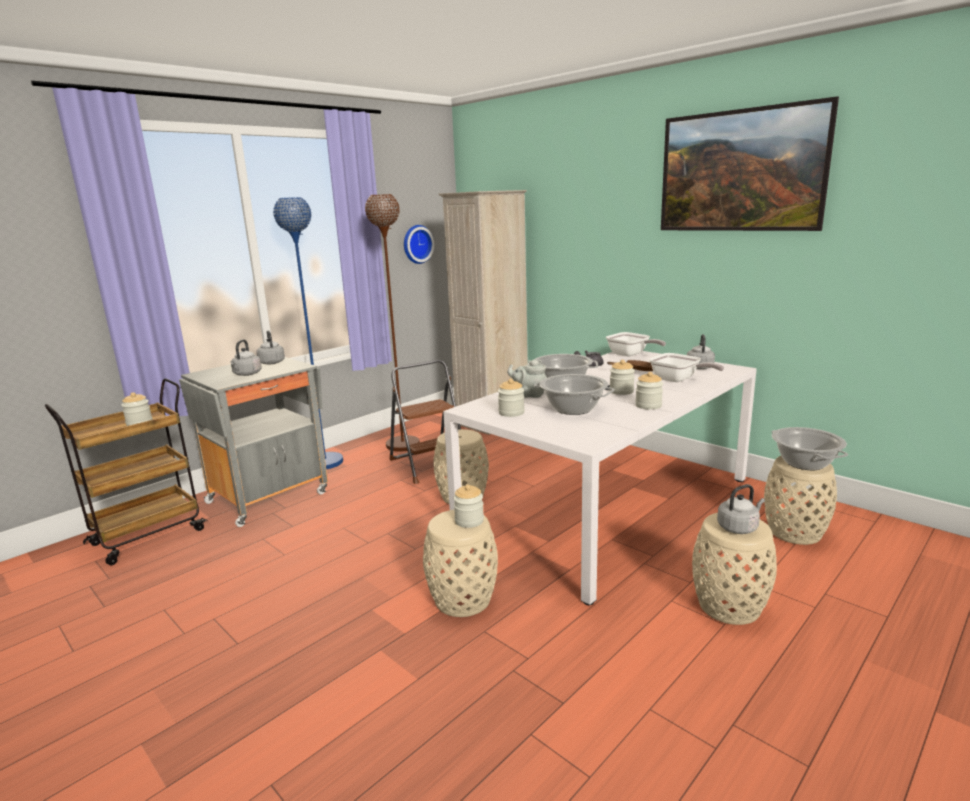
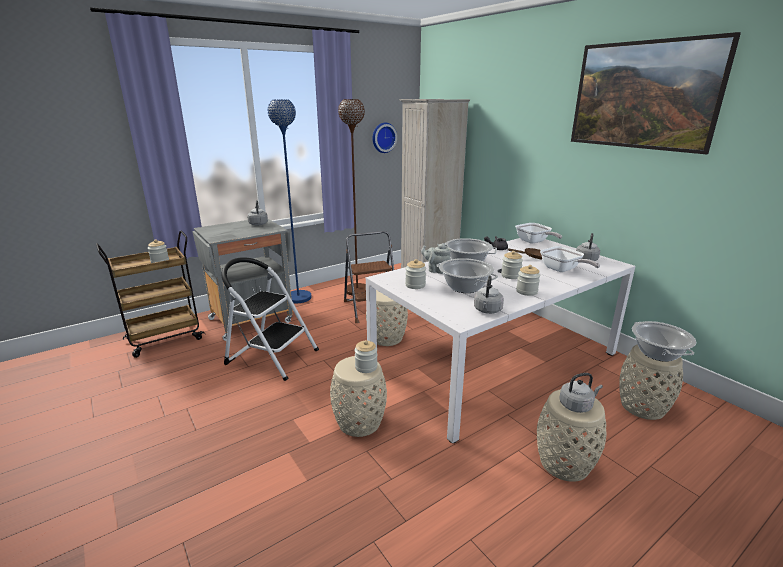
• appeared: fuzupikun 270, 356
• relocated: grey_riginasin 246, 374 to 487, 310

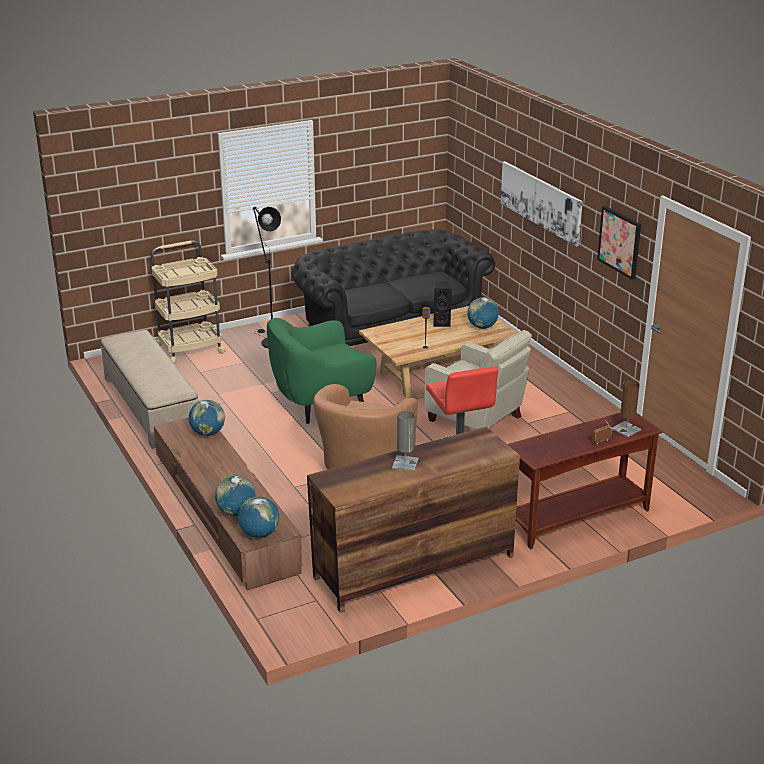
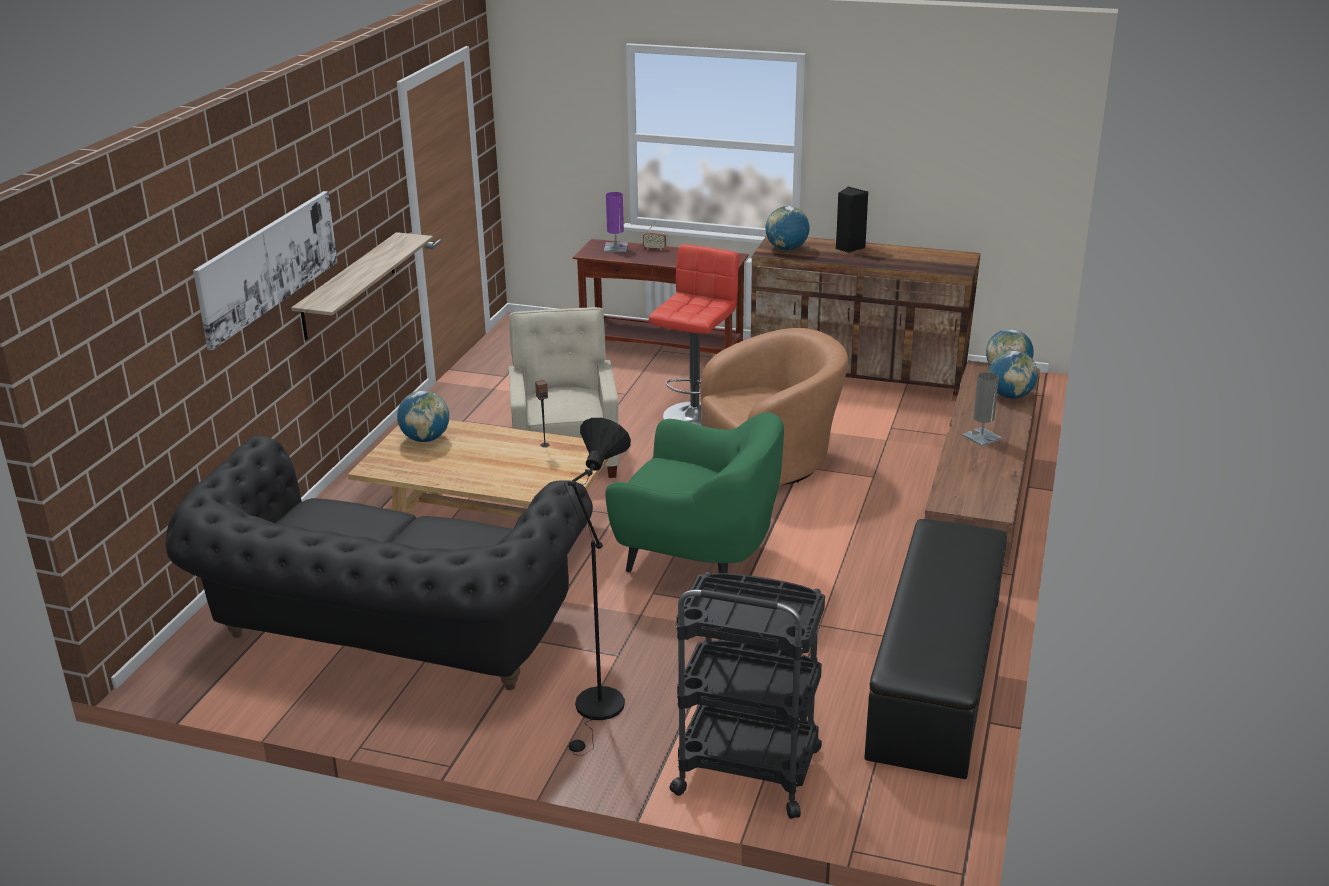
• missing: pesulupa 620, 242
• appeared: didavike 349, 285
• relocated: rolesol 208, 433 to 786, 249
• relocated: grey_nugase 405, 463 to 981, 437
• relocated: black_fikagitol 441, 323 to 848, 247
• colour: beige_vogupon 150, 406 to black_vogupon 937, 674
• colour: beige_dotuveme 190, 349 to black_dotuveme 748, 770
• colour: brown_nugase 626, 429 to purple_nugase 615, 248

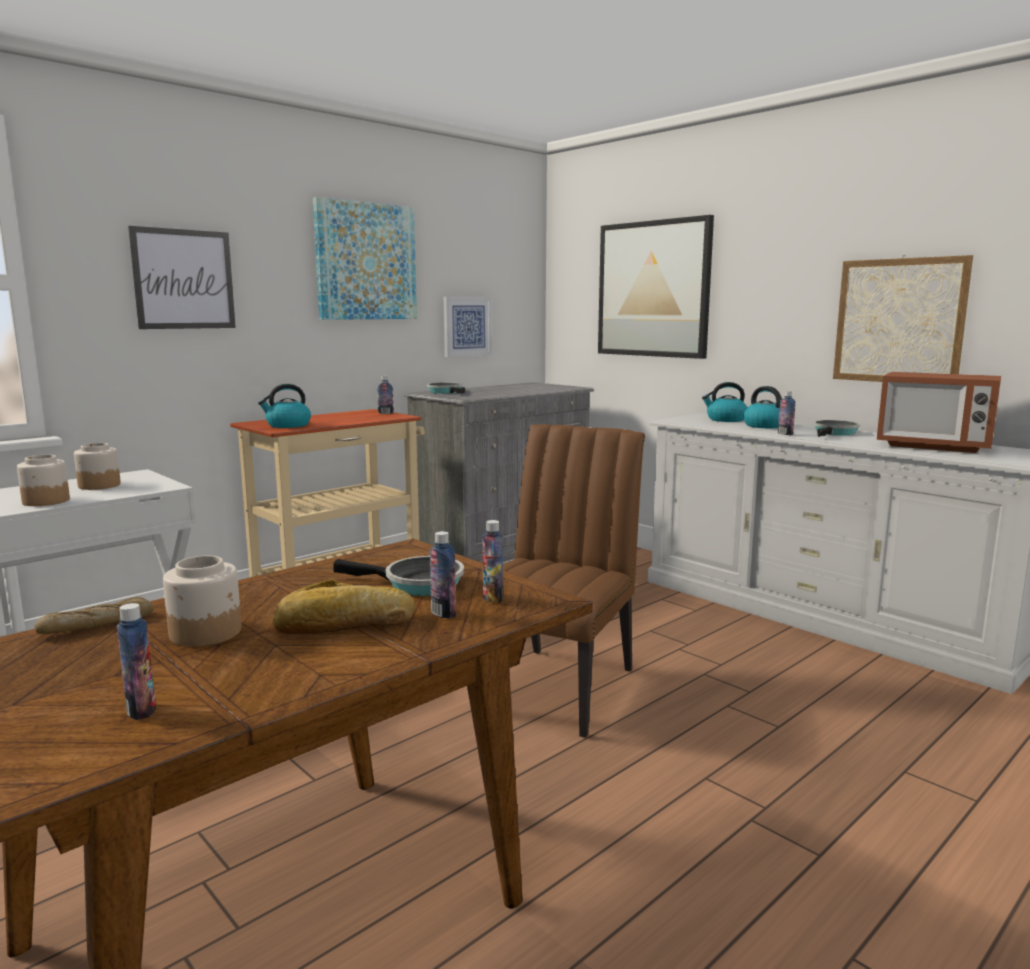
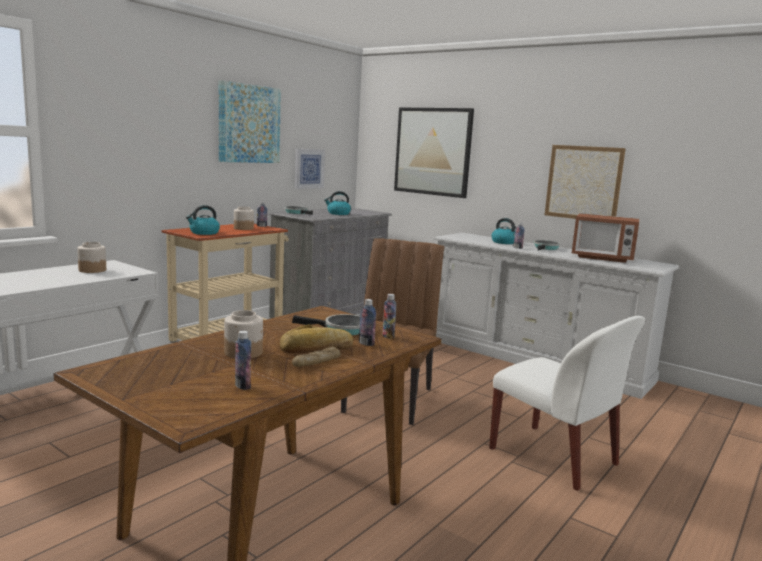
• missing: pesulupa 184, 279
• appeared: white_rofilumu 555, 458
• relocated: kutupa 45, 501 to 243, 228
• relocated: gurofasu 97, 625 to 316, 362
• relocated: riginasin 725, 420 to 338, 213

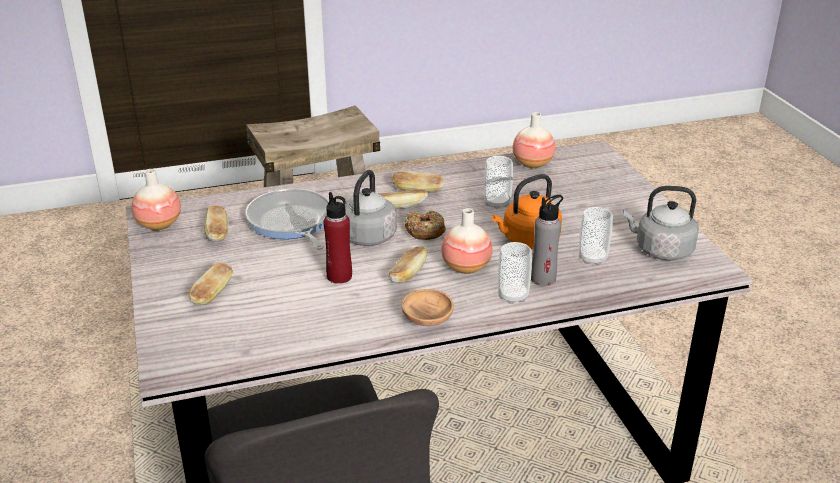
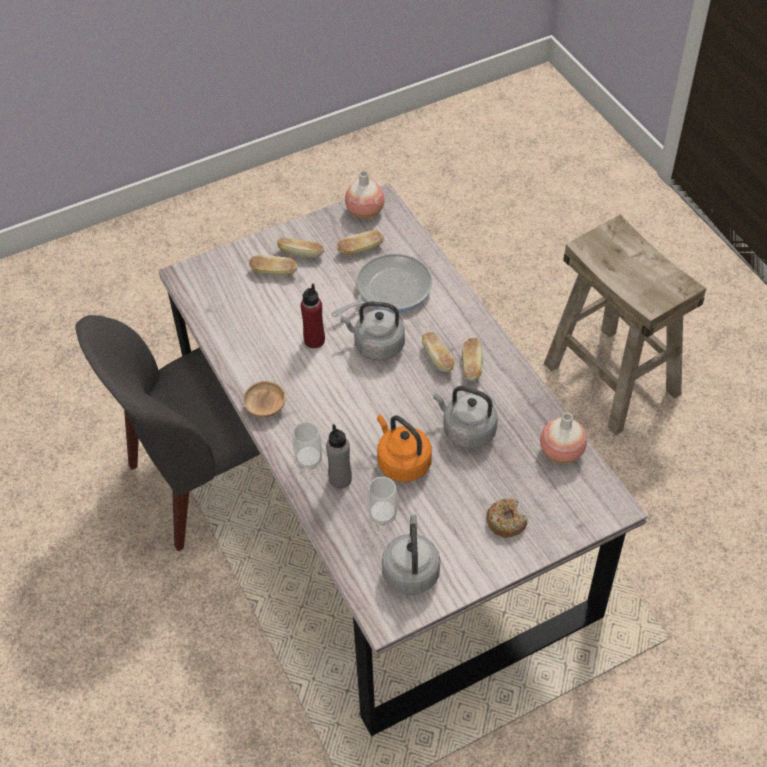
• missing: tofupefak 466, 267
• relocated: gurofasu 407, 275 to 301, 254
• relocated: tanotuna 425, 231 to 506, 521
• exchanged: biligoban 497, 203 to grey_riginasin 466, 430

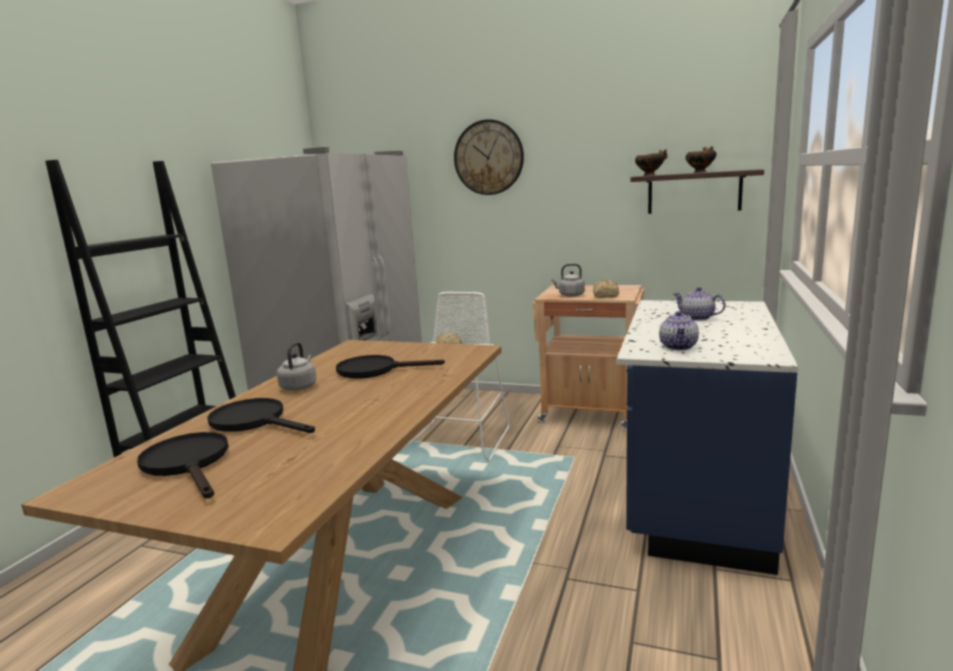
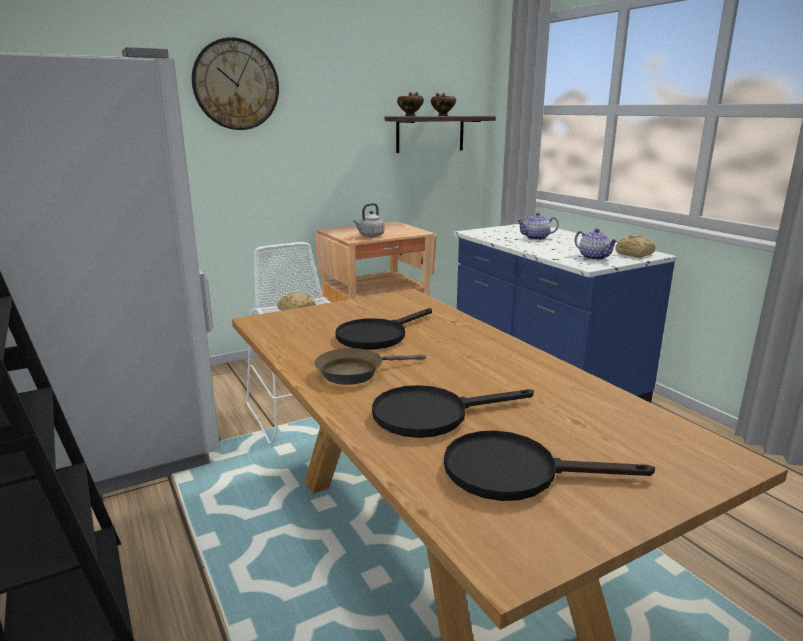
• relocated: gurofasu 605, 296 to 634, 254
• exchanged: grey_riginasin 299, 386 to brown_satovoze 355, 372

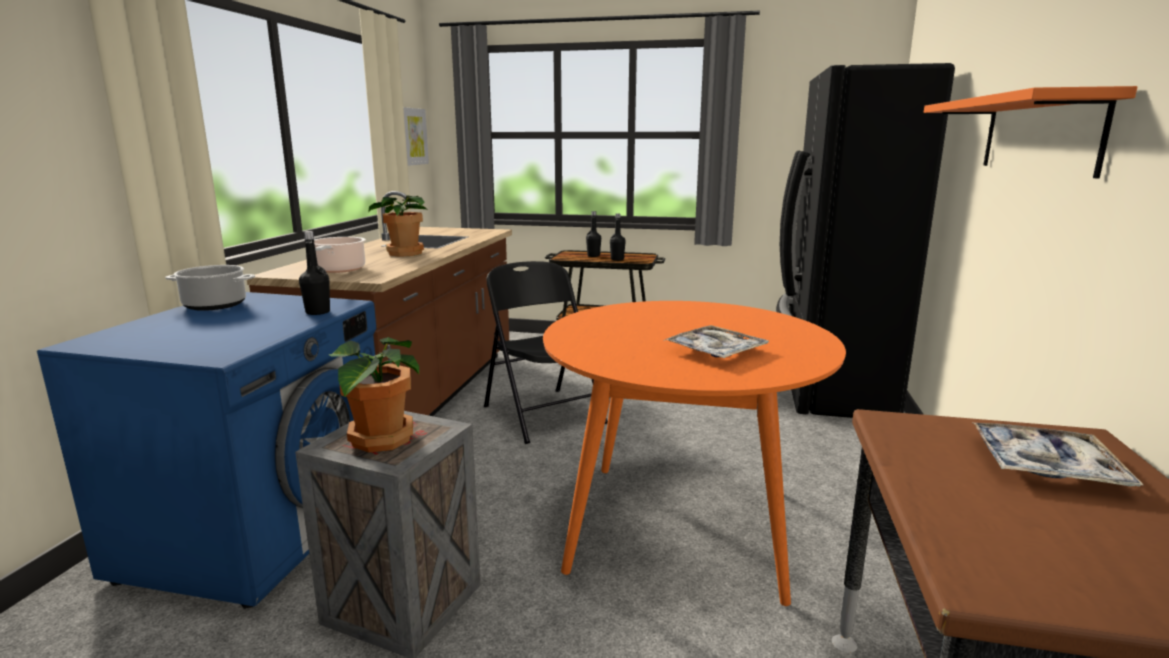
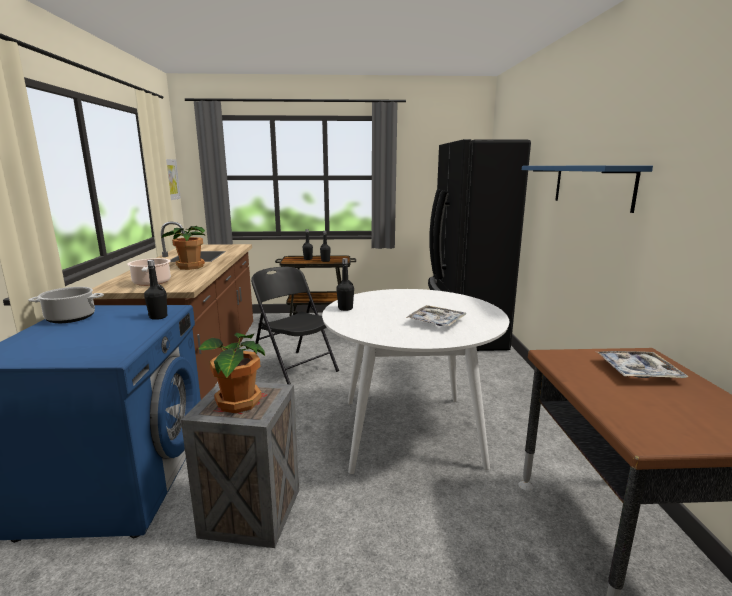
• appeared: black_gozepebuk 345, 308
• colour: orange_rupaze 680, 527 to white_rupaze 409, 432
• colour: orange_didavike 1038, 134 to blue_didavike 591, 186

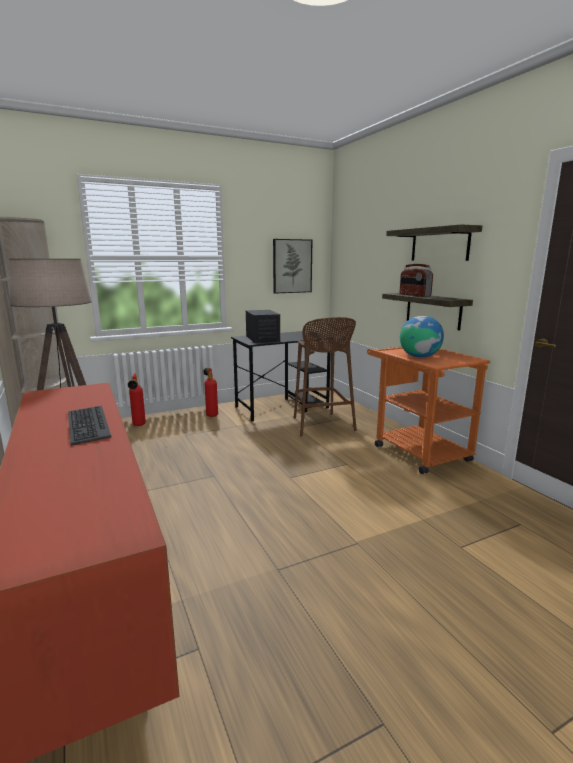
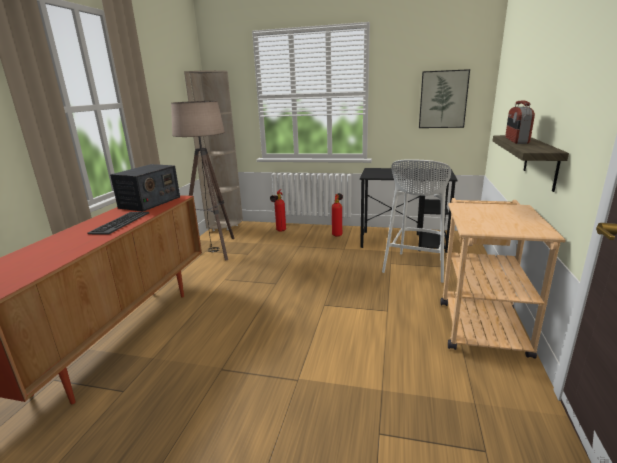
• missing: didavike 439, 244
• missing: rolesol 419, 356
• relocated: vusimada 262, 338 to 150, 202
• colour: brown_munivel 321, 425 to white_munivel 416, 267
• colour: orange_dotuveme 415, 450 to beige_dotuveme 480, 322

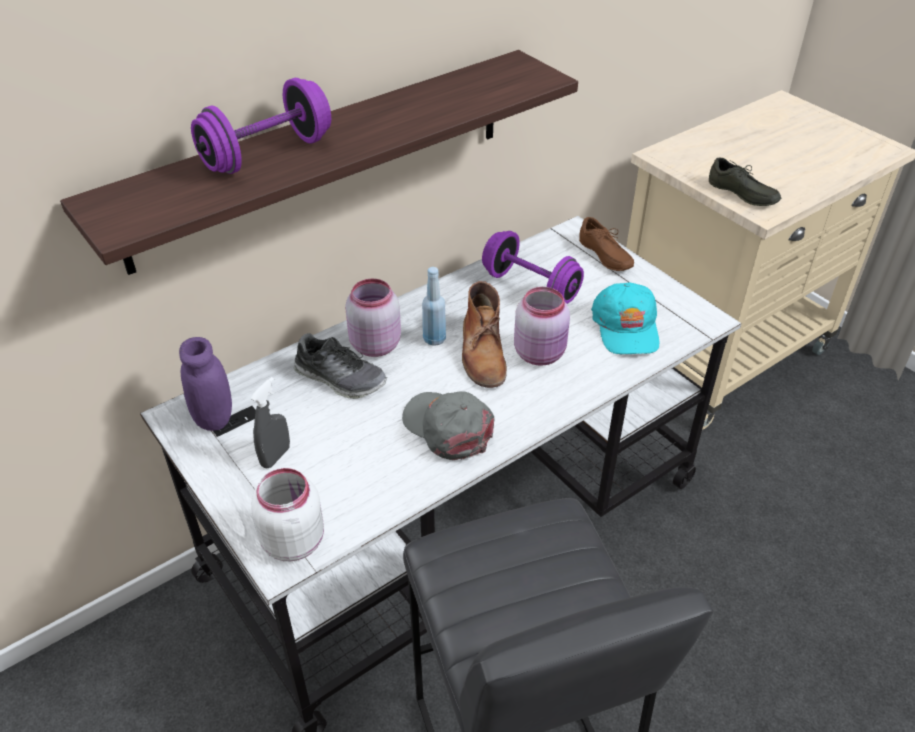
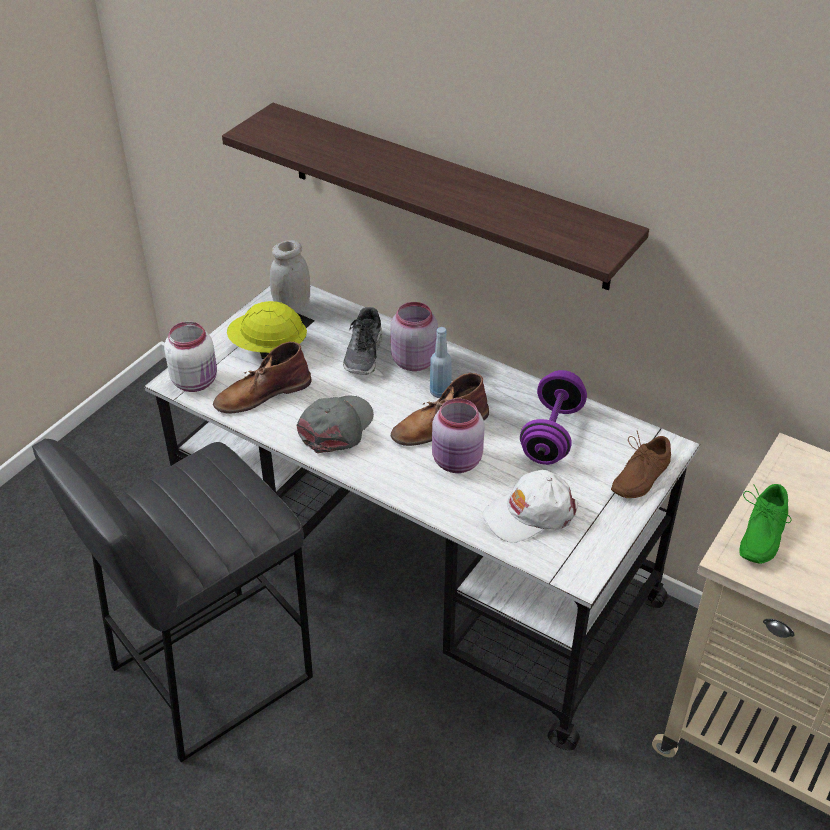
• missing: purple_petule 267, 154
• appeared: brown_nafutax 261, 393
• exchanged: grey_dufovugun 275, 456 to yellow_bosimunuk 268, 348
• colour: purple_kutupa 214, 418 to white_kutupa 292, 307
• colour: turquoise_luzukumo 626, 327 to white_luzukumo 529, 514
• colour: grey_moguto 740, 194 to green_moguto 758, 534

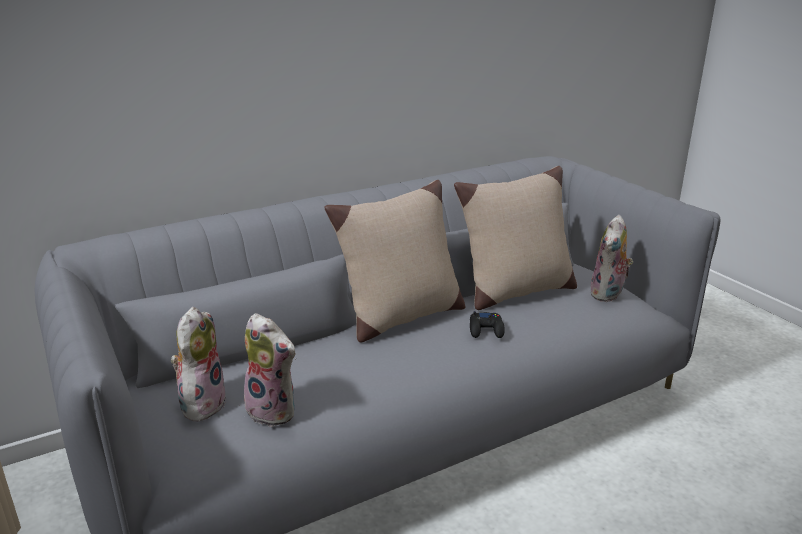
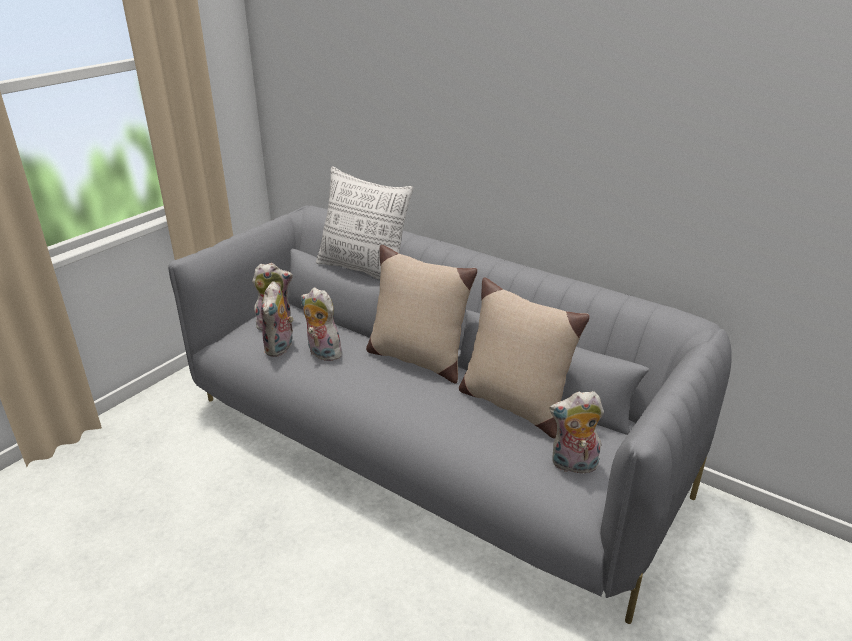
• missing: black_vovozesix 486, 330
• appeared: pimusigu 322, 353
• appeared: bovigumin 364, 270

